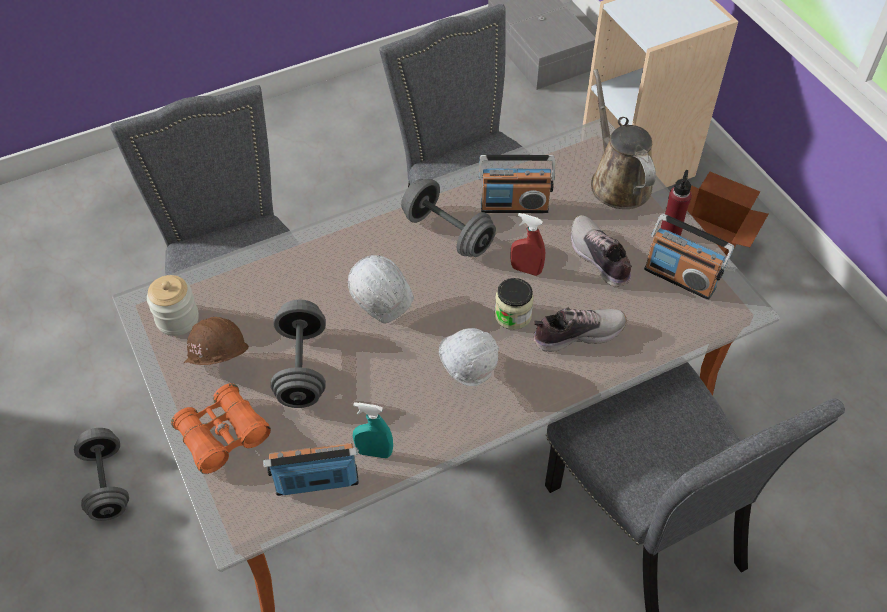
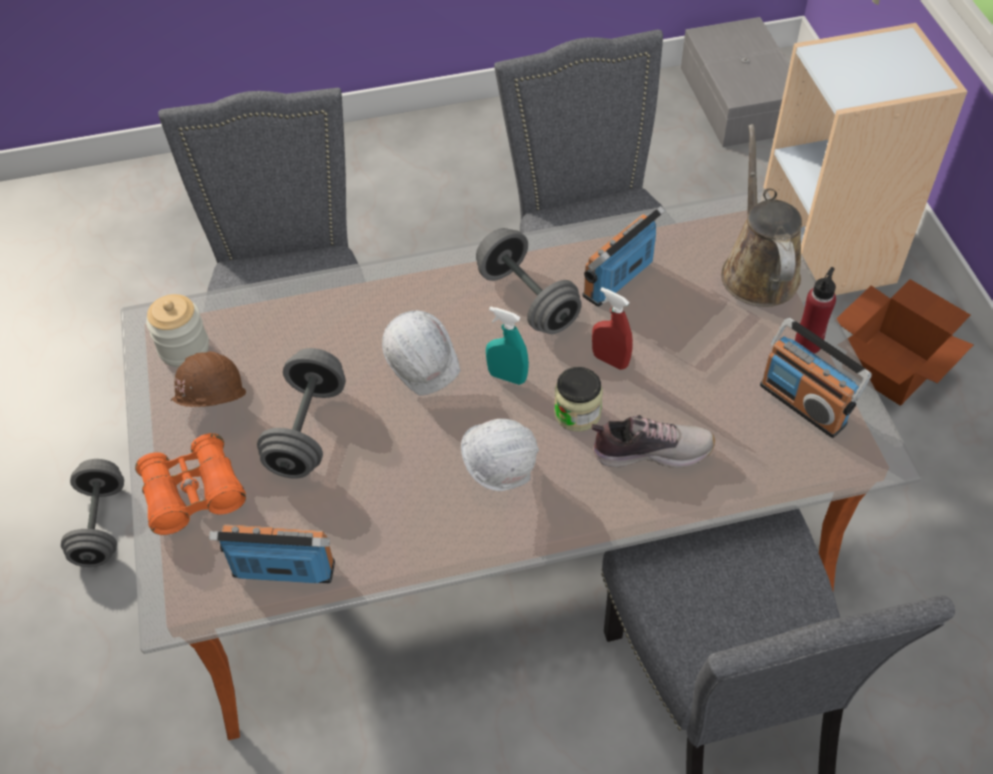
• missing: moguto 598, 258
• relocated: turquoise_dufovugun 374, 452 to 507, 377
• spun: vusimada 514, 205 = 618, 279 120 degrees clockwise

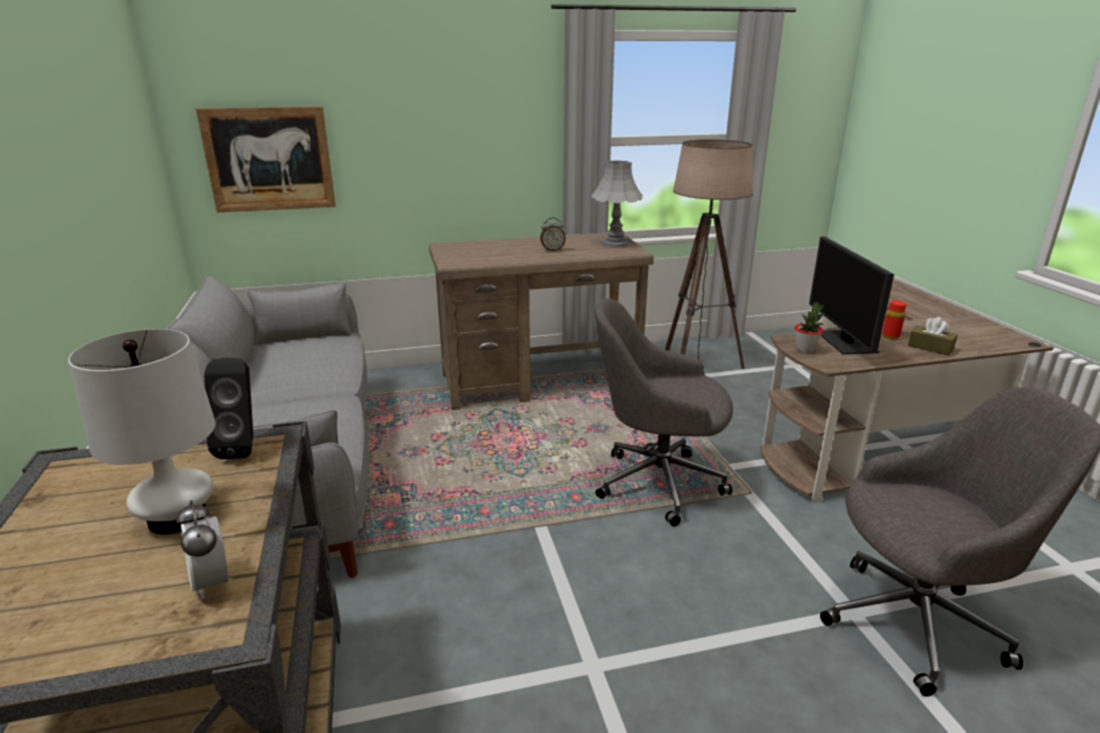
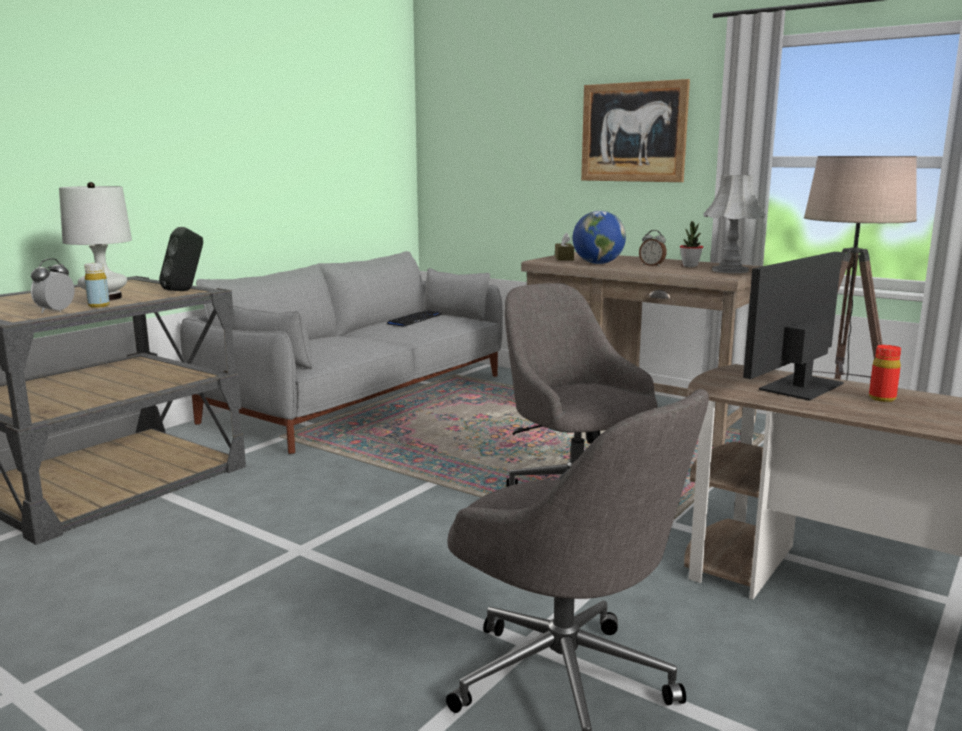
• appeared: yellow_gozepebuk 99, 306
• appeared: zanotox 415, 320
• appeared: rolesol 598, 263
• relocated: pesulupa 269, 159 to 633, 132
• relocated: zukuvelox 805, 349 to 690, 266
• relocated: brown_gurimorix 930, 347 to 564, 258

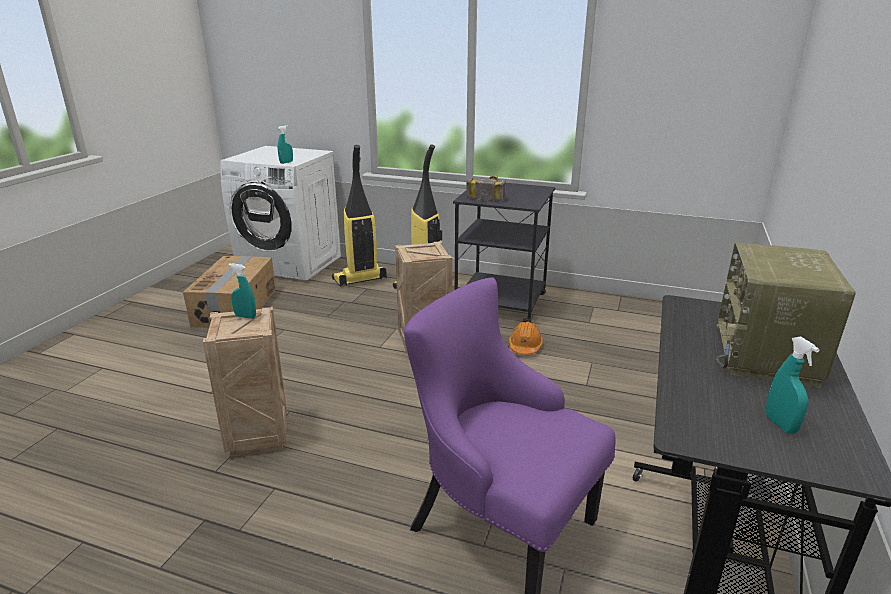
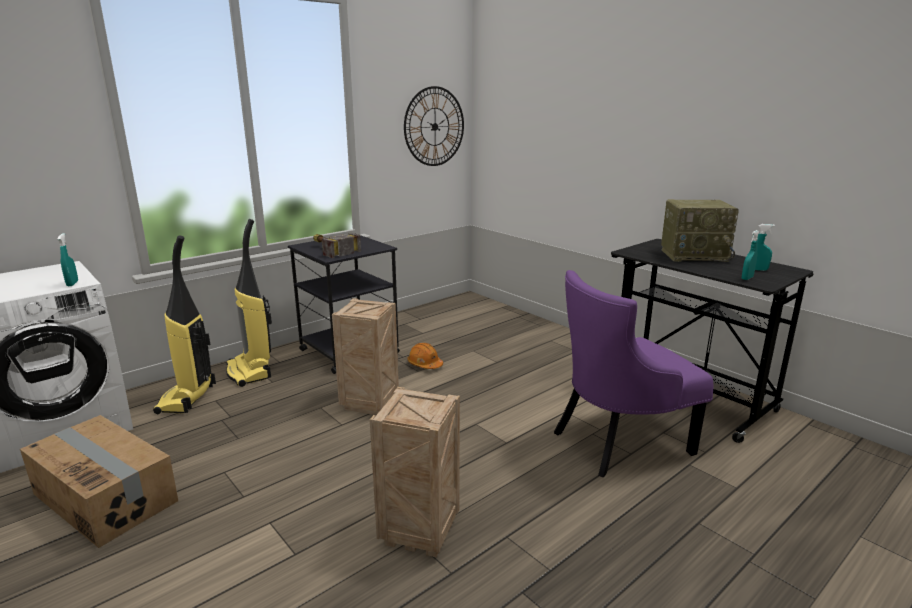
• appeared: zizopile 434, 126
• relocated: turquoise_dufovugun 245, 317 to 747, 278
• spun: vusimada 767, 356 = 694, 255 45 degrees counterclockwise

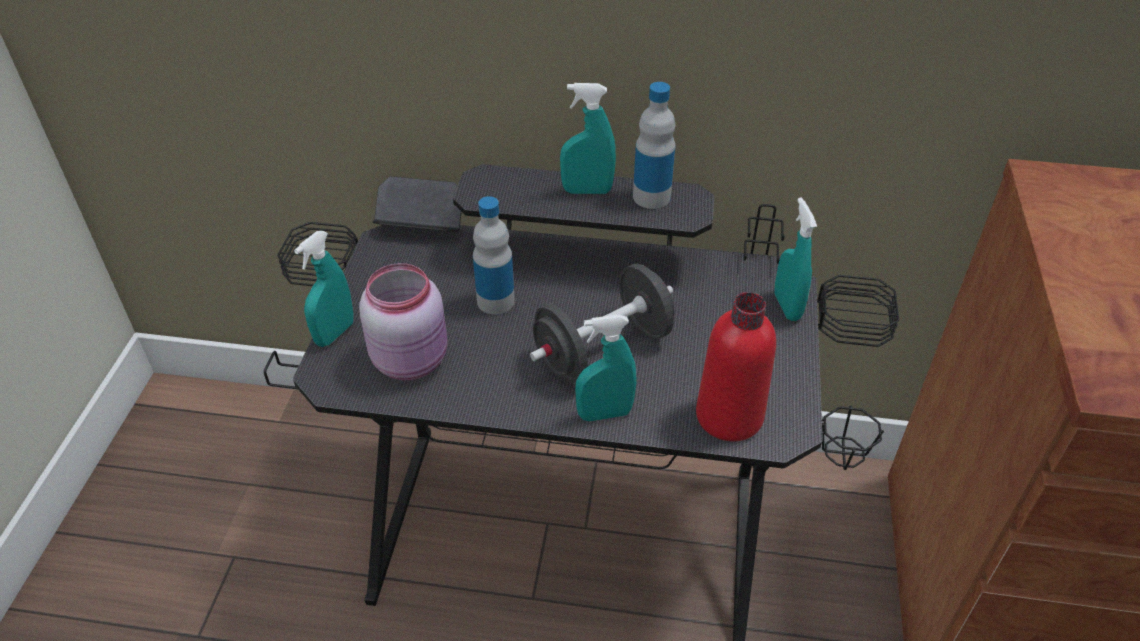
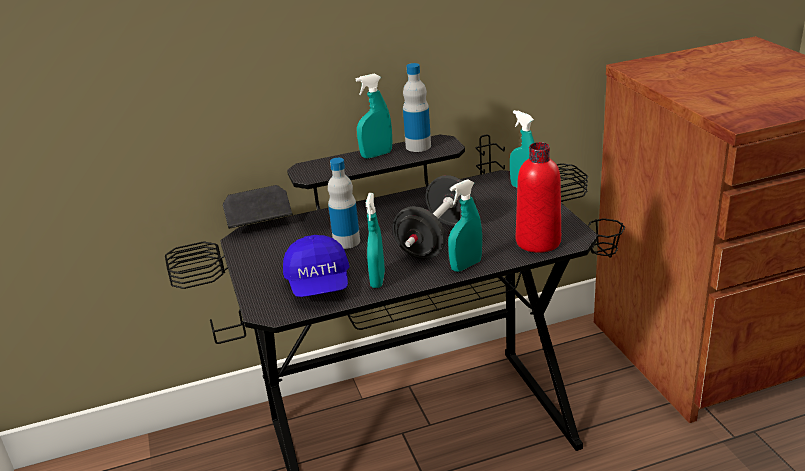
• relocated: turquoise_dufovugun 334, 333 to 377, 280
• exchanged: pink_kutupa 412, 359 to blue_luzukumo 319, 284

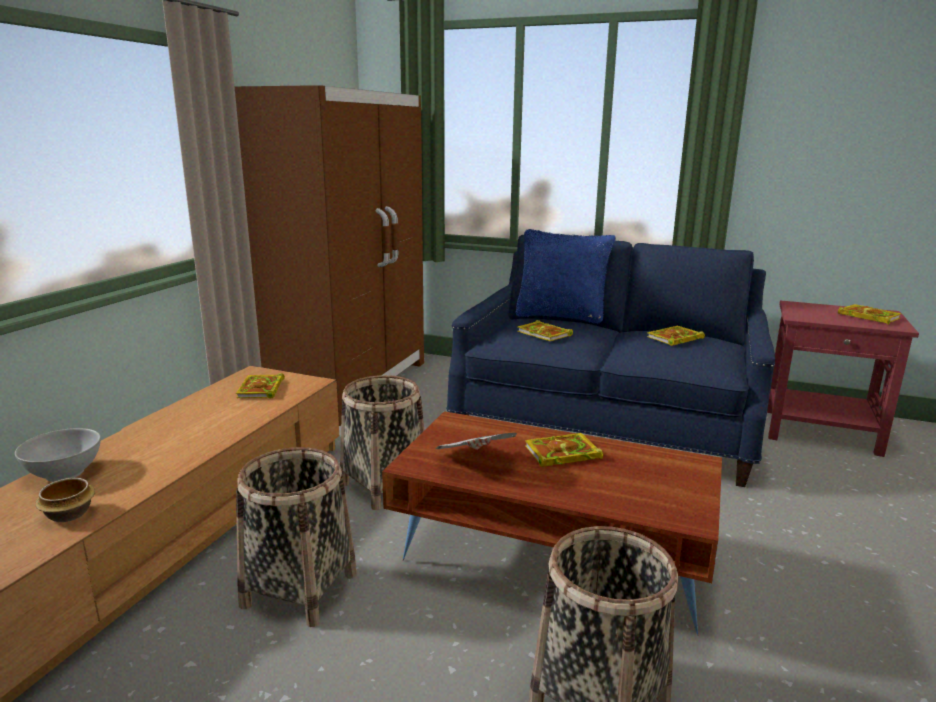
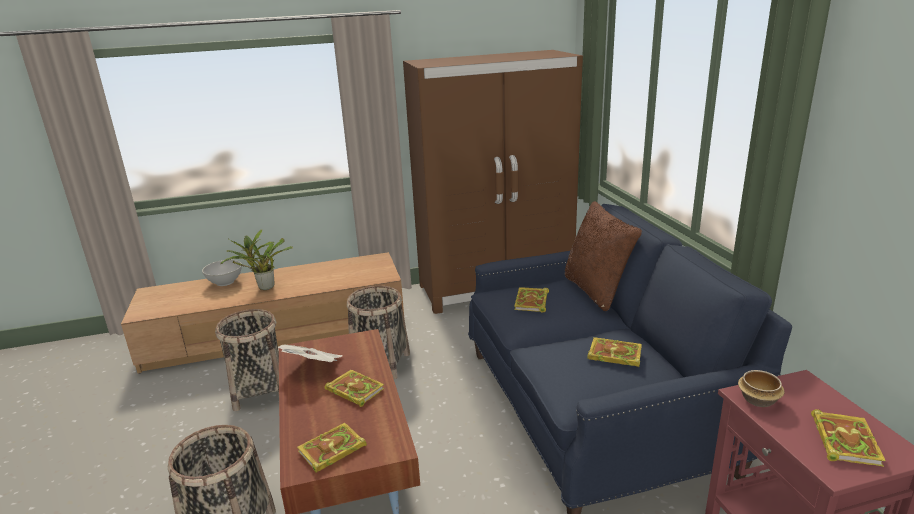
• appeared: zukuvelox 264, 287
• relocated: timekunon 70, 514 to 759, 400
• relocated: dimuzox 261, 390 to 331, 451
• colour: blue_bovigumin 561, 318 to brown_bovigumin 596, 293

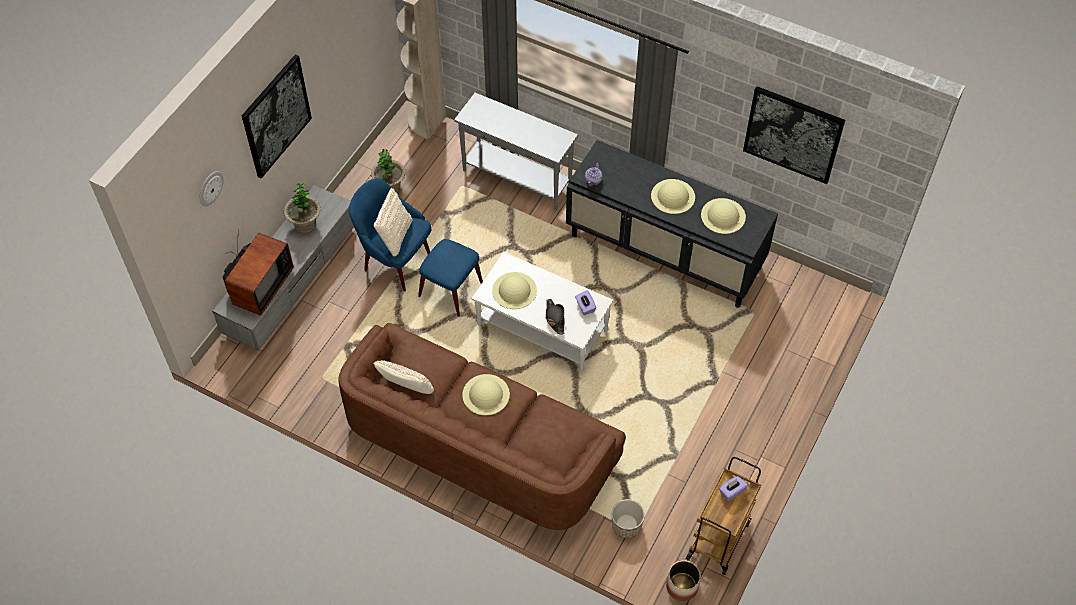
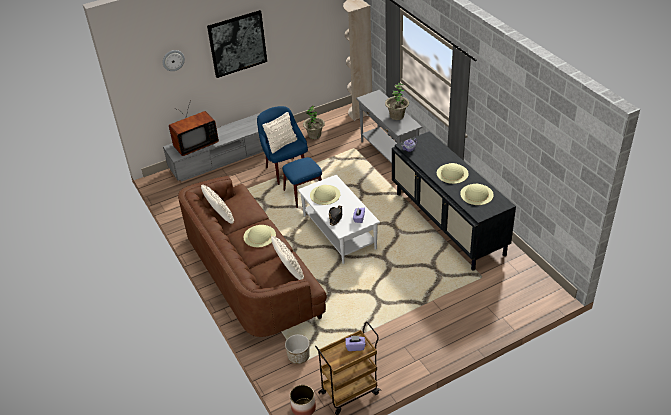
• missing: pesulupa 793, 134
• appeared: beige_bovigumin 289, 271
• relocated: zukuvelox 305, 224 to 397, 116

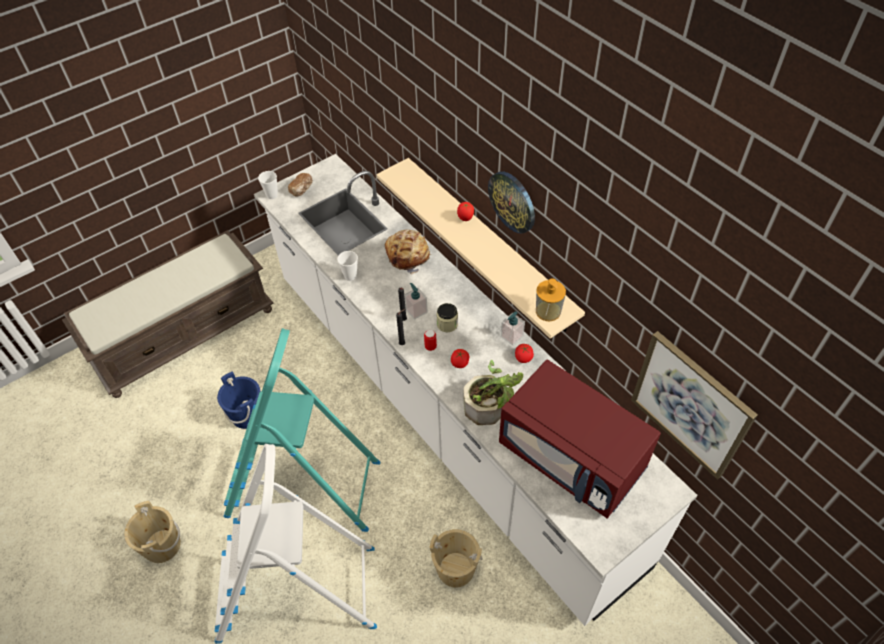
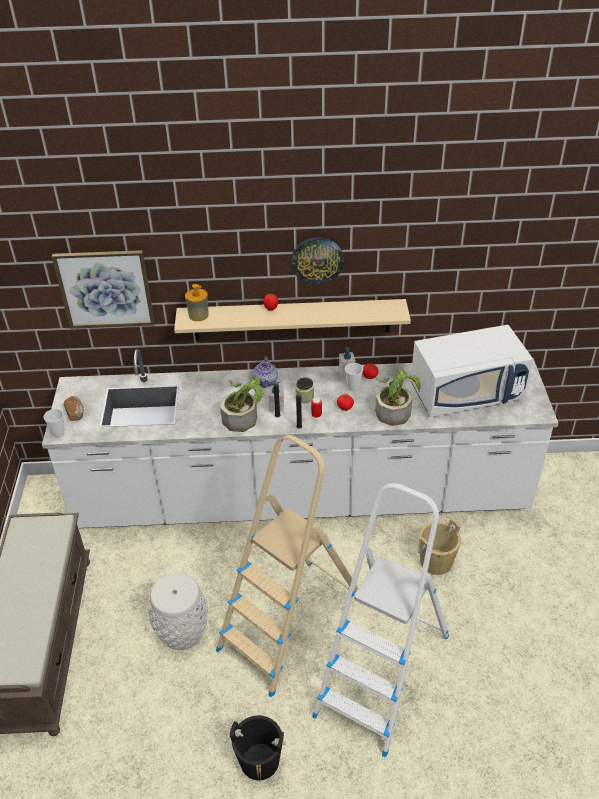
• missing: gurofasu 408, 255
• appeared: zukuvelox 243, 417
• appeared: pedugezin 266, 381
• relocated: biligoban 350, 276 to 353, 387
• relocated: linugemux 548, 311 to 198, 315
• relocated: pesulupa 690, 404 to 105, 289
• exchanged: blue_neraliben 247, 414 to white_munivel 182, 631
• colour: beige_neraliben 162, 545 to black_neraliben 259, 761
• colour: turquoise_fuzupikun 302, 489 to beige_fuzupikun 291, 625
• colour: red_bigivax 572, 457 to white_bigivax 466, 393

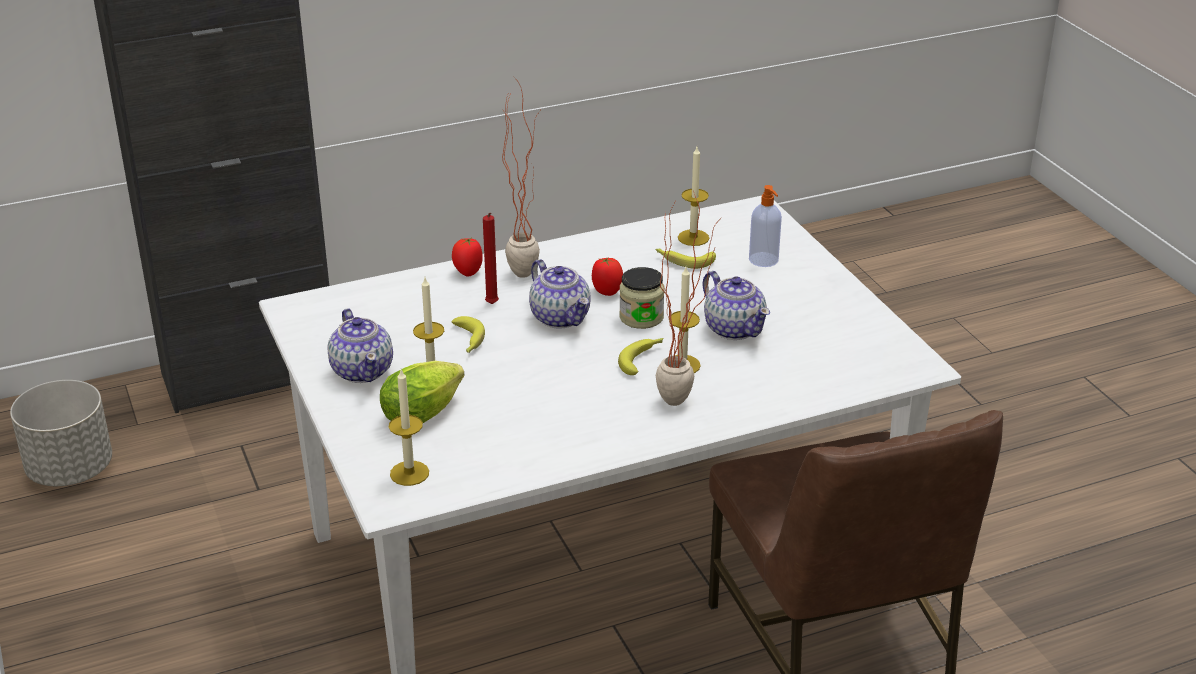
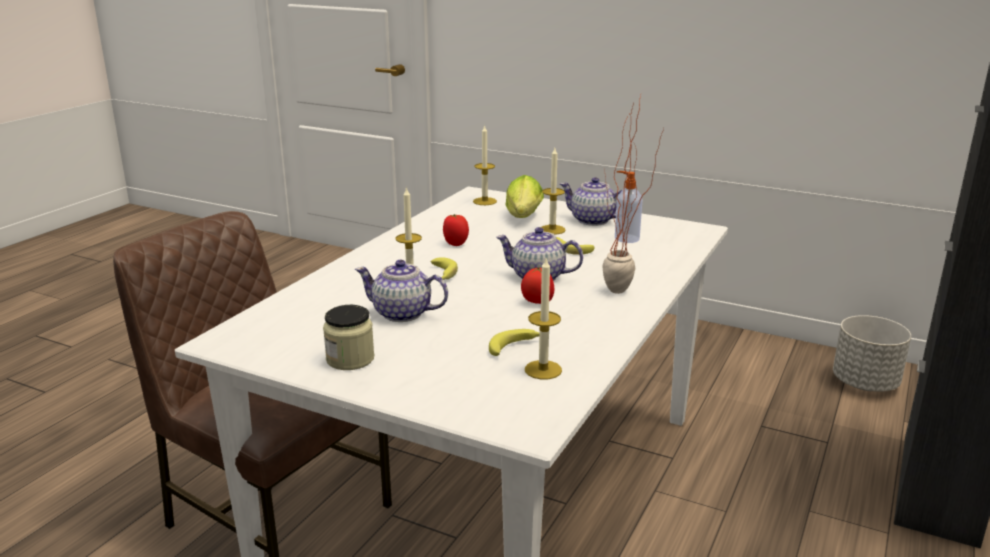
• missing: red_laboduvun 492, 305
• missing: zukuvelox 686, 401
• relocated: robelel 468, 272 to 455, 244
• relocated: kutupa 641, 317 to 350, 359
• relocated: linugemux 764, 260 to 626, 238

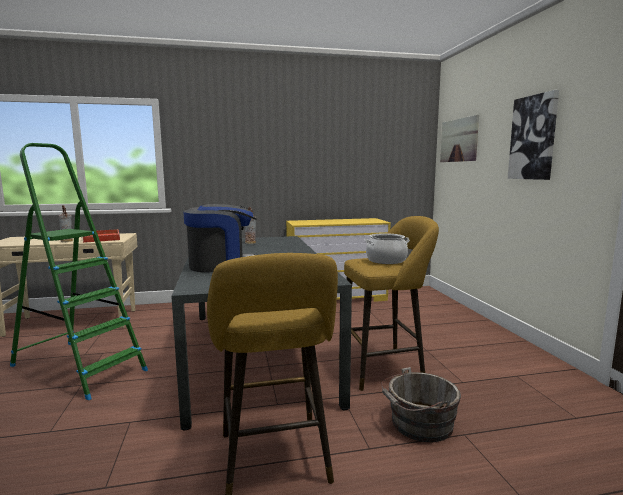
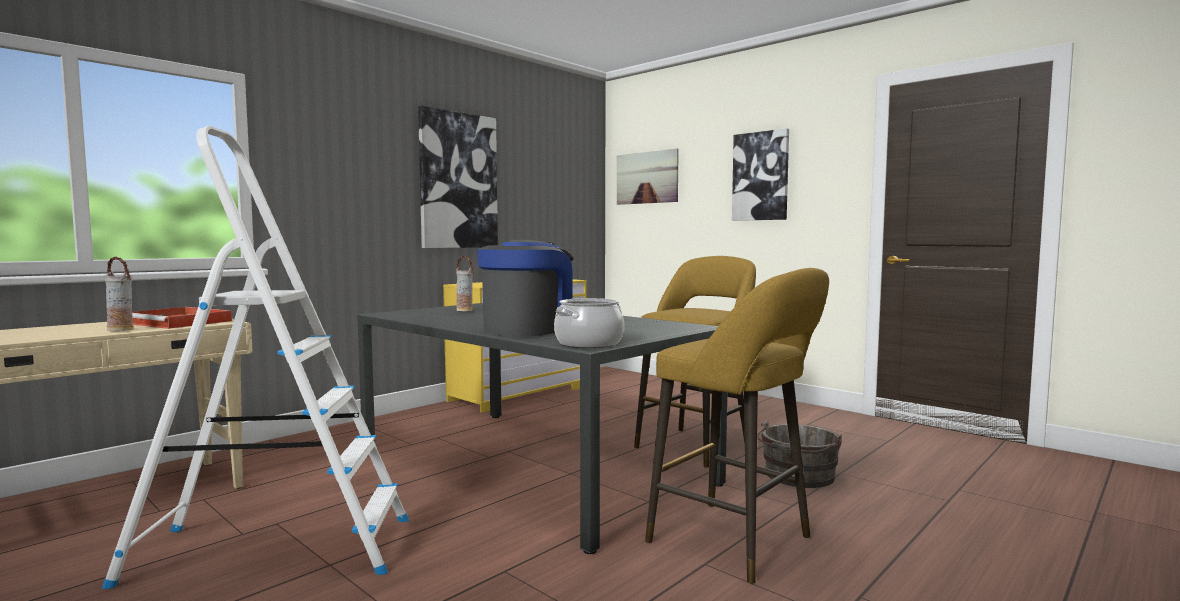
• appeared: pesulupa 458, 181
• relocated: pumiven 386, 260 to 588, 343
• colour: green_fuzupikun 78, 368 to white_fuzupikun 274, 550

